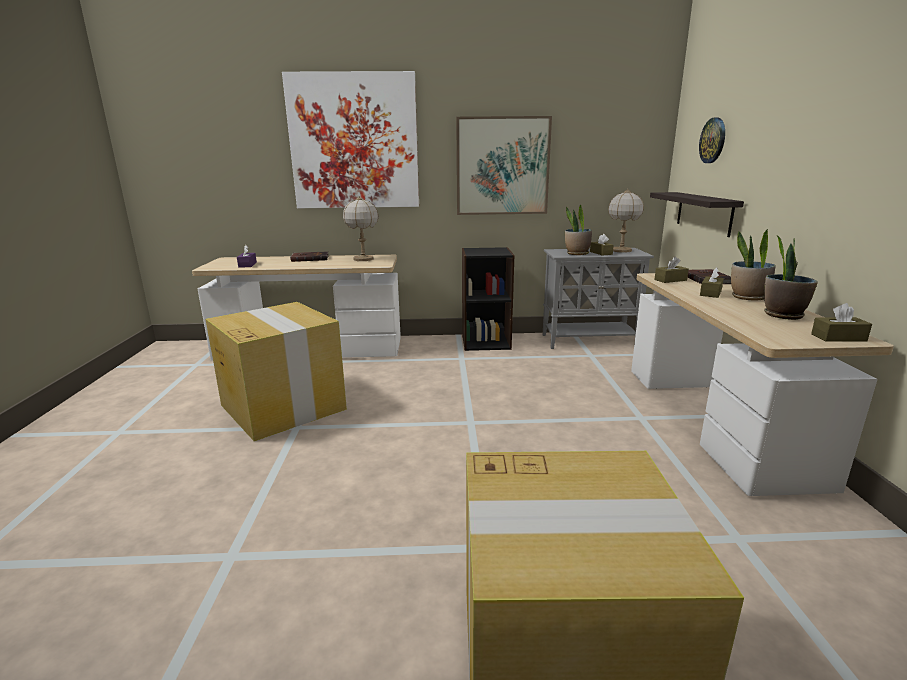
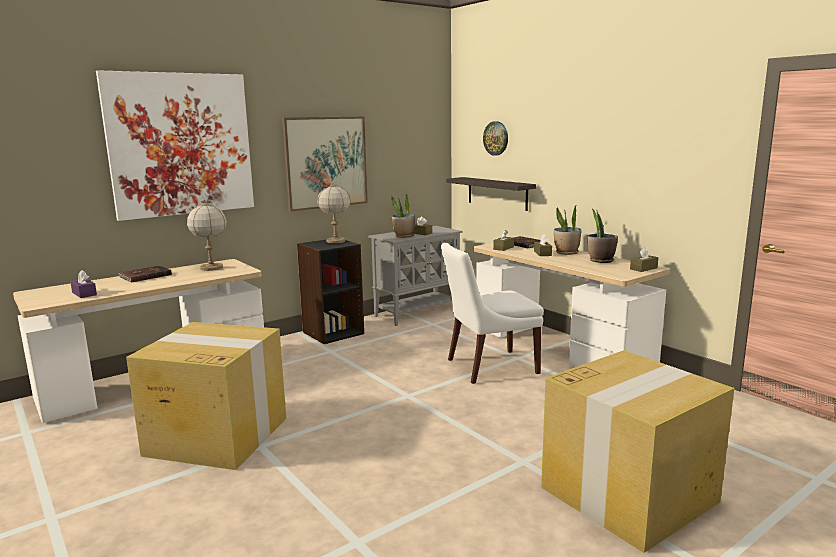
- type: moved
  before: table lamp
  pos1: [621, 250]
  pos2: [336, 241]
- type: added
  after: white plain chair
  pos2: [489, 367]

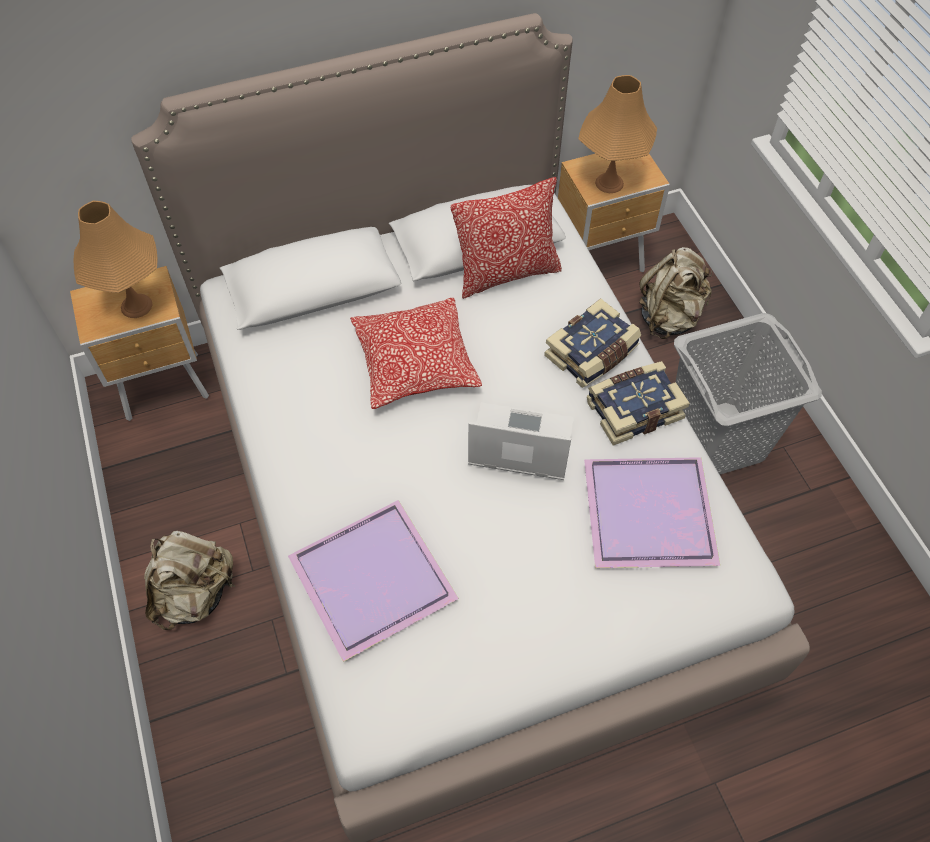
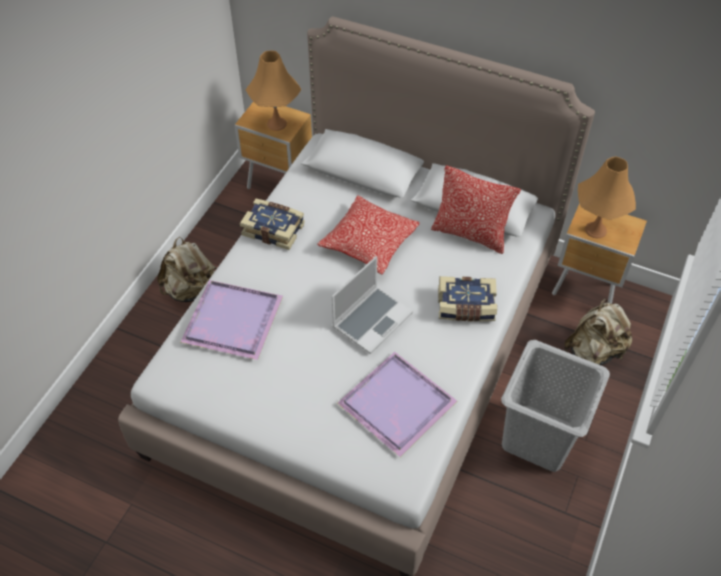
- type: moved
  before: book
  pos1: [633, 409]
  pos2: [274, 229]
- type: turned
  before: laptop
  pos1: [519, 444]
  pos2: [372, 319]
  turn: 75

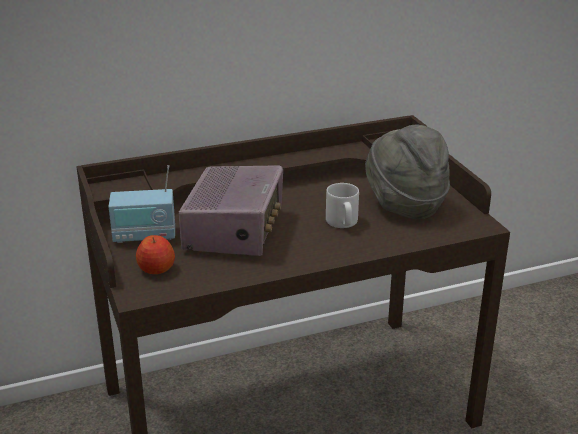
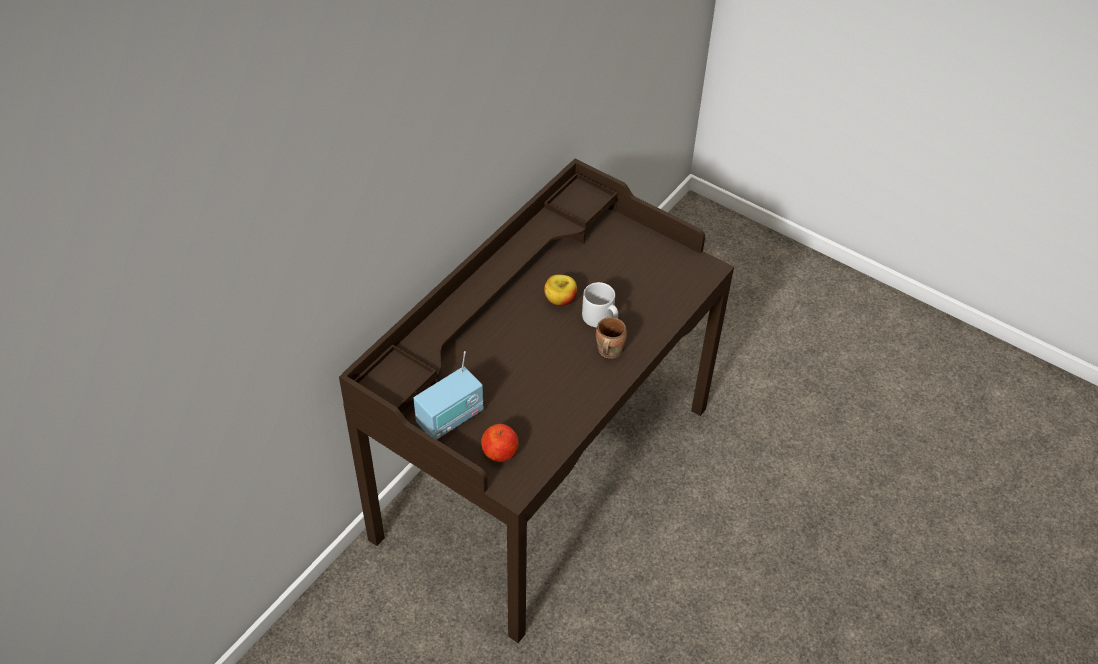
- type: added
  after: whole apple
  pos2: [560, 300]
- type: added
  after: brown-coloured mug
  pos2: [607, 351]
- type: removed
  before: radio set
  pos1: [235, 230]
- type: removed
  before: greyish hat
  pos1: [404, 205]

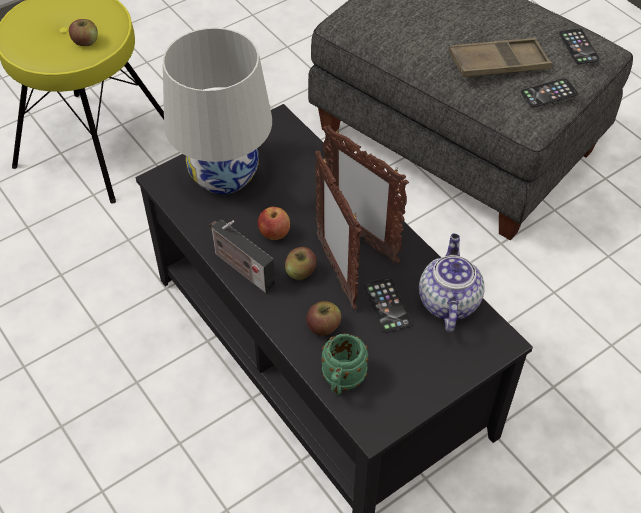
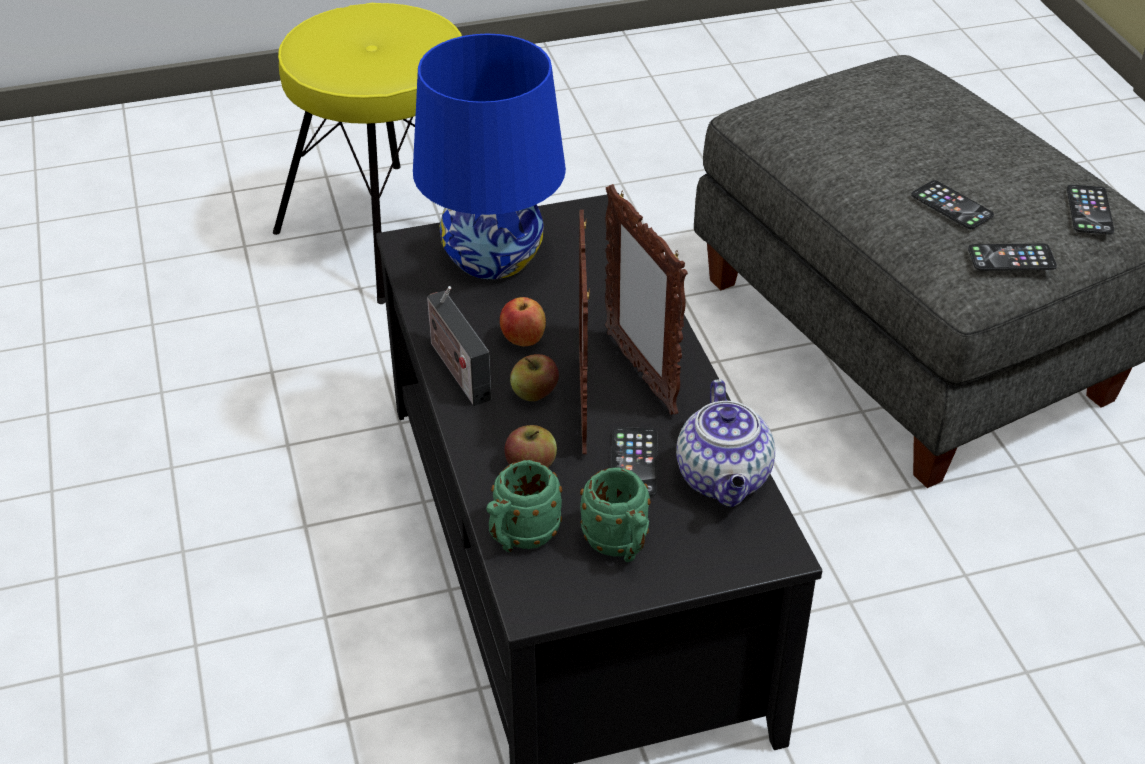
- type: recoloured
  before: white table lamp
  after: blue table lamp
  pos1: [223, 175]
  pos2: [492, 256]
- type: added
  after: greenish mug
  pos2: [619, 546]
- type: turned
  before: pot for tea
  pos1: [448, 301]
  pos2: [724, 480]
  turn: 150
- type: replaced
  before: brown-coloured tray
  after: handset
  pos1: [498, 64]
  pos2: [951, 206]
- type: removed
  before: whole apple
  pos1: [85, 42]

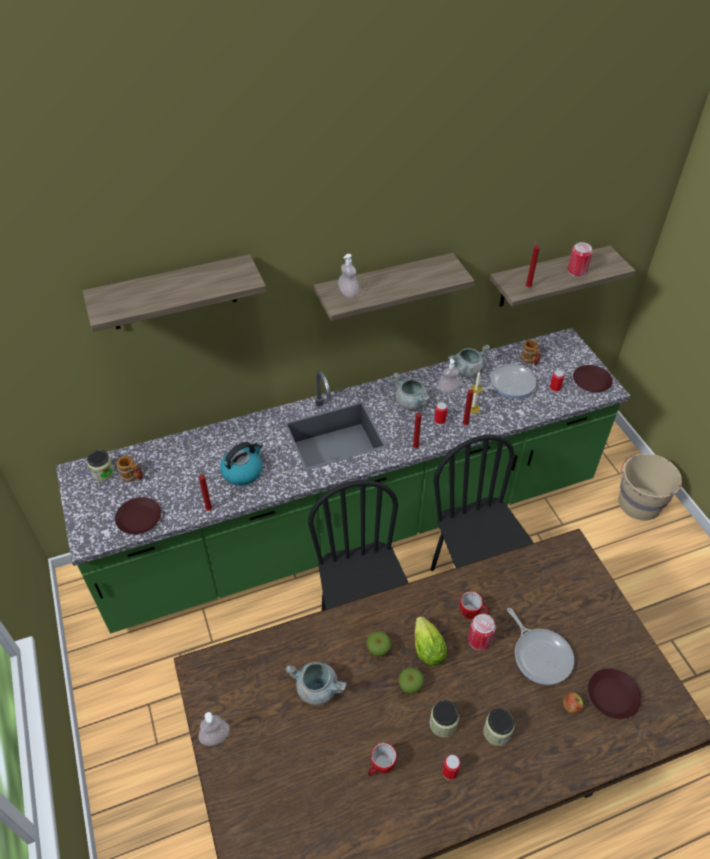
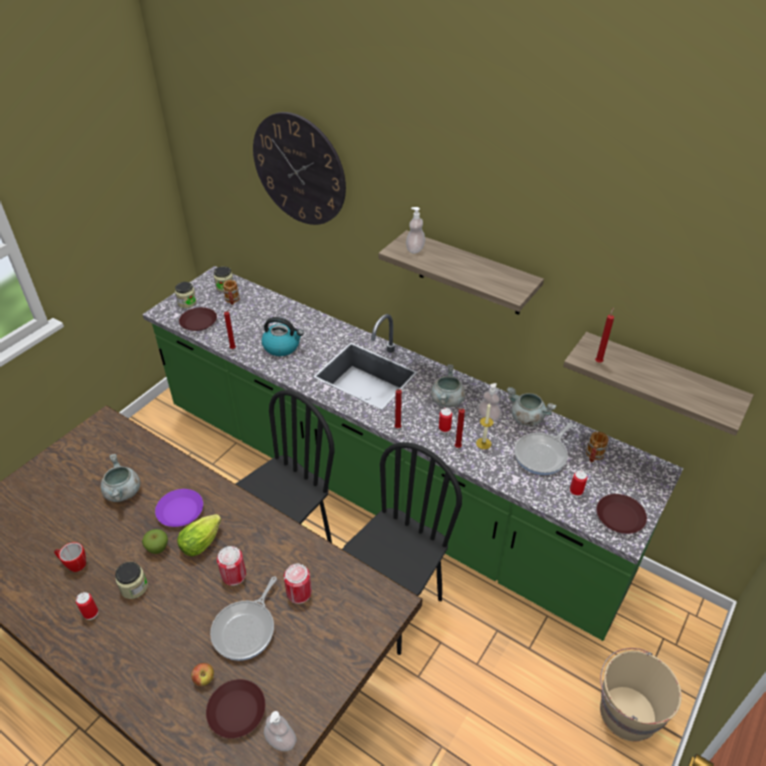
- type: replaced
  before: whole apple
  after: purple flat dish
  pos1: [378, 650]
  pos2: [180, 511]
- type: moved
  before: jar
  pos1: [497, 732]
  pos2: [187, 302]
- type: replaced
  before: shelf
  after: clock on the wall
  pos1: [173, 293]
  pos2: [299, 169]
- type: moved
  before: soap bottle
  pos1: [215, 737]
  pos2: [281, 740]
- type: moved
  before: sealed can
  pos1: [576, 271]
  pos2: [299, 592]
- type: turned
  before: frying pan
  pos1: [509, 384]
  pos2: [542, 455]
  turn: 105
- type: removed
  before: mug
  pos1: [472, 613]

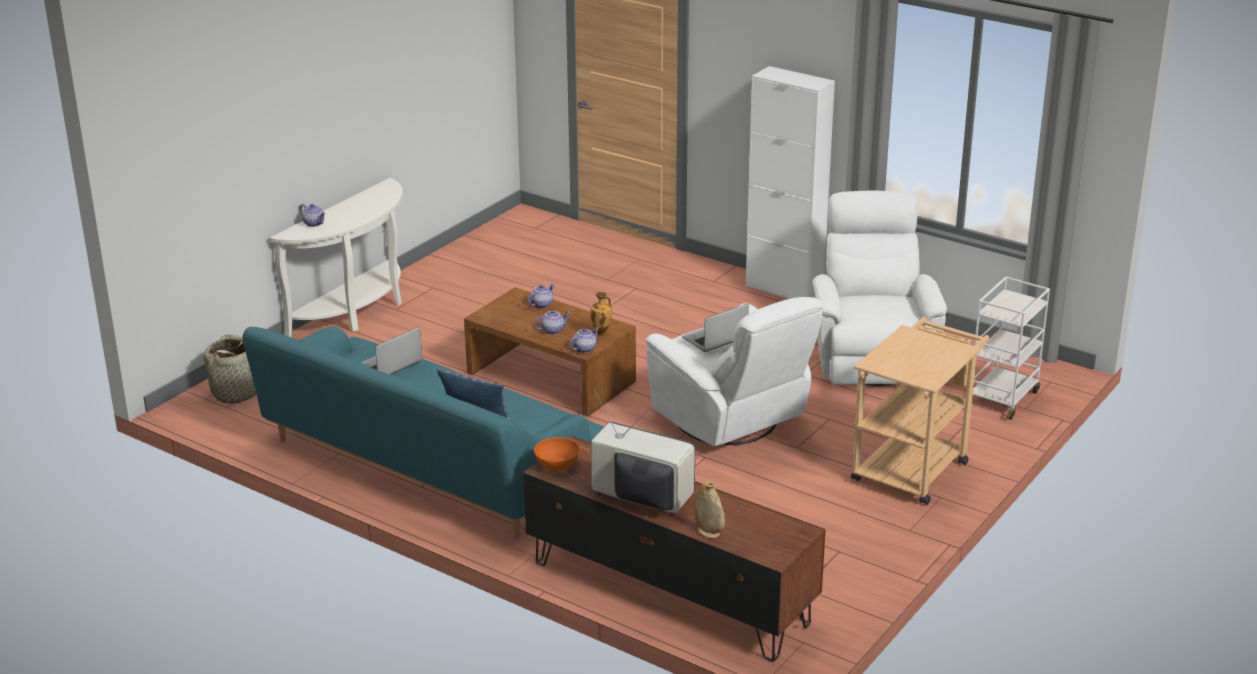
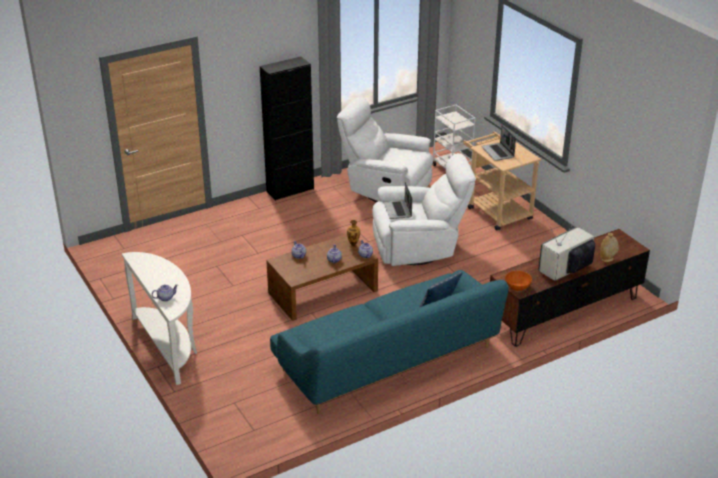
- type: recoloured
  before: white storage cabinet
  after: black storage cabinet
  pos1: [784, 289]
  pos2: [290, 190]
- type: moved
  before: laptop
  pos1: [388, 365]
  pos2: [498, 152]
- type: removed
  before: household basket
  pos1: [236, 392]

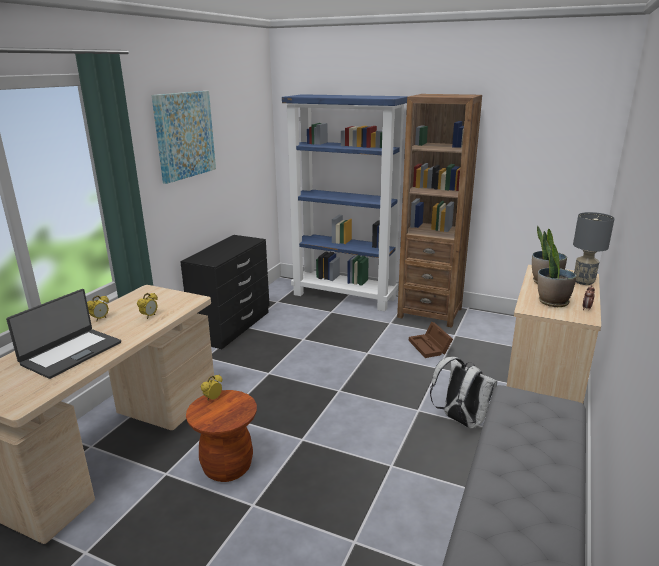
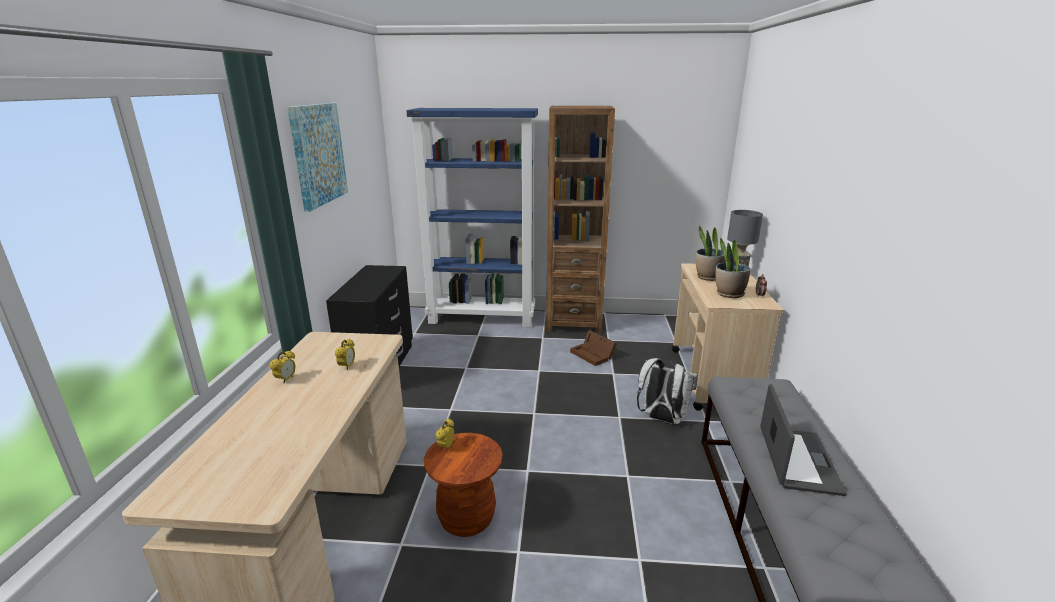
- type: moved
  before: laptop
  pos1: [71, 353]
  pos2: [797, 460]

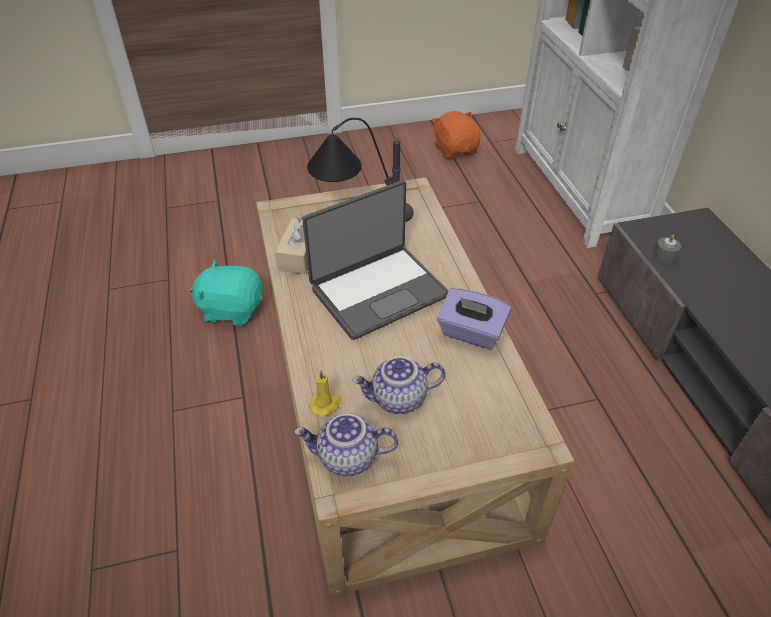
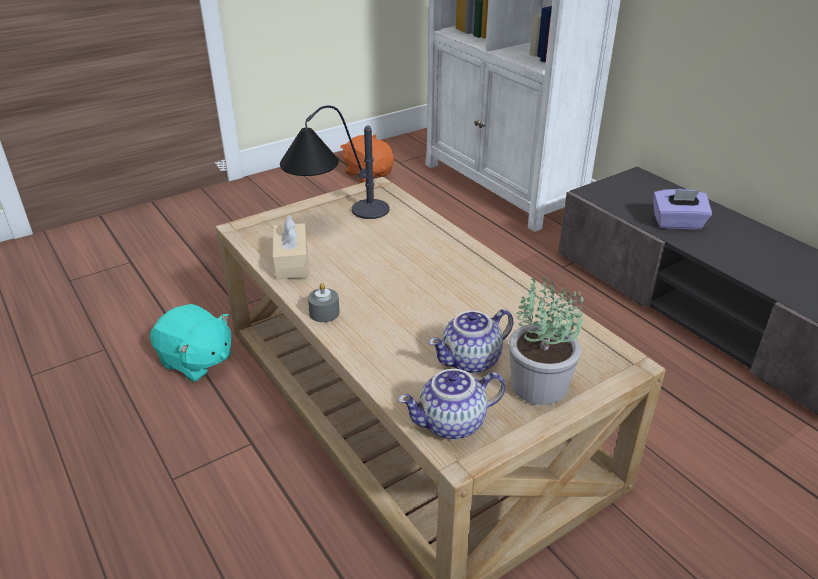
- type: turned
  before: turquoise-coloured plush toy
  pos1: [231, 309]
  pos2: [196, 361]
  turn: -135
- type: moved
  before: greyish wax candle
  pos1: [664, 255]
  pos2: [324, 313]
- type: added
  after: houseplant
  pos2: [539, 386]
- type: moved
  before: purple tissue box
  pos1: [471, 333]
  pos2: [677, 223]
- type: removed
  before: laptop
  pos1: [378, 291]
- type: removed
  before: yellow-coloured wax candle
  pos1: [326, 404]

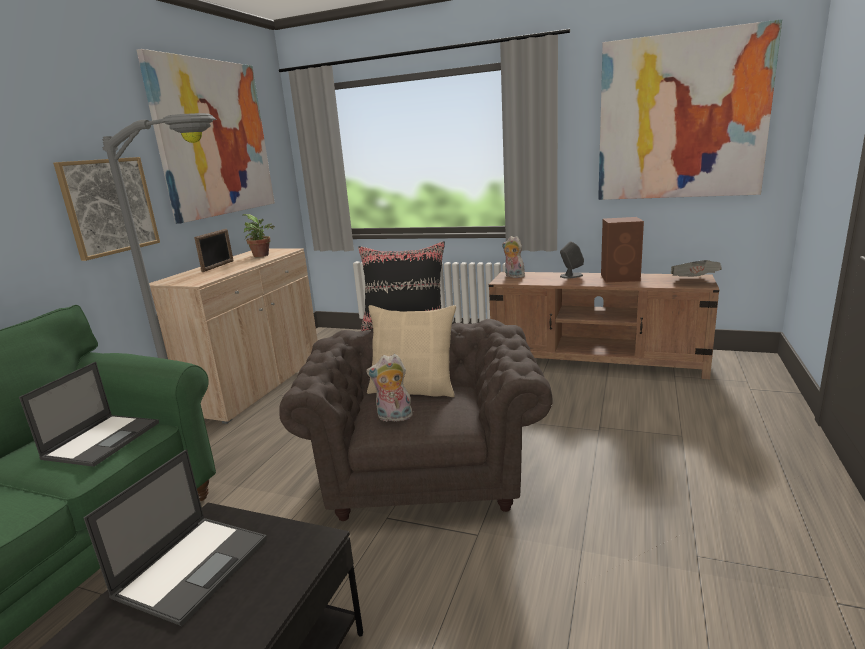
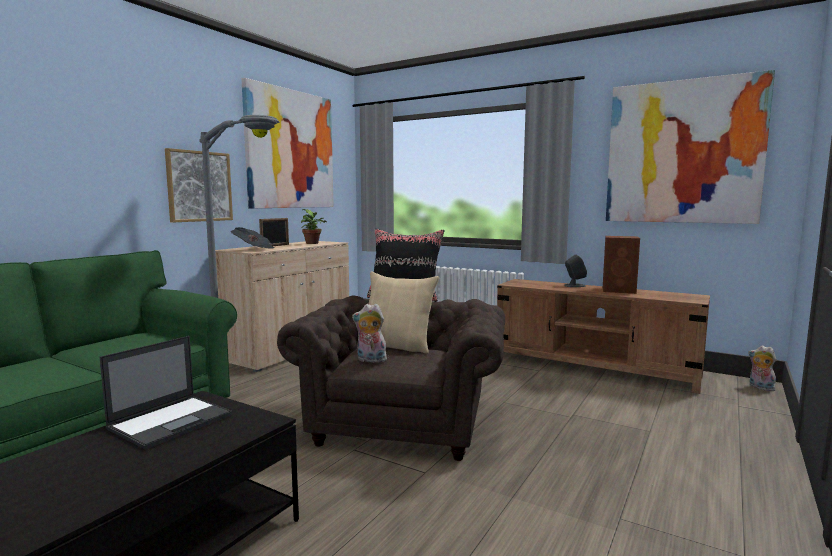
- type: moved
  before: daily paper
  pos1: [694, 282]
  pos2: [254, 250]
- type: moved
  before: plush toy
  pos1: [513, 276]
  pos2: [760, 388]
- type: removed
  before: laptop
  pos1: [103, 439]

